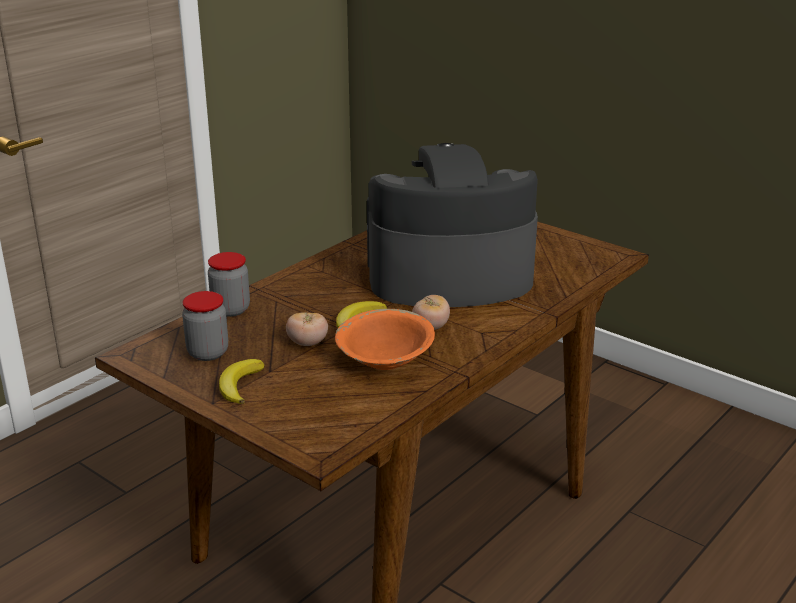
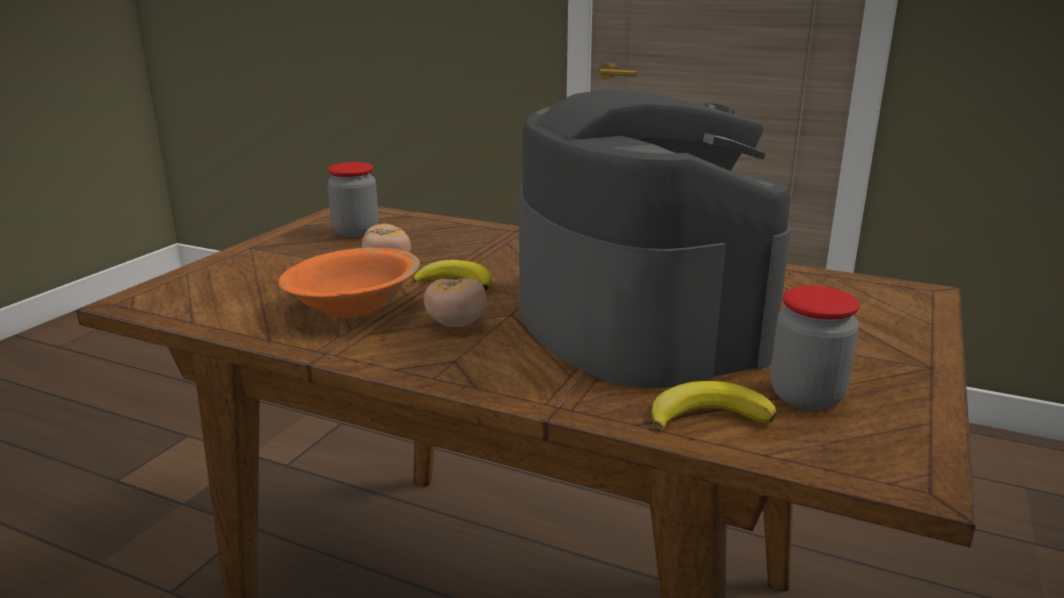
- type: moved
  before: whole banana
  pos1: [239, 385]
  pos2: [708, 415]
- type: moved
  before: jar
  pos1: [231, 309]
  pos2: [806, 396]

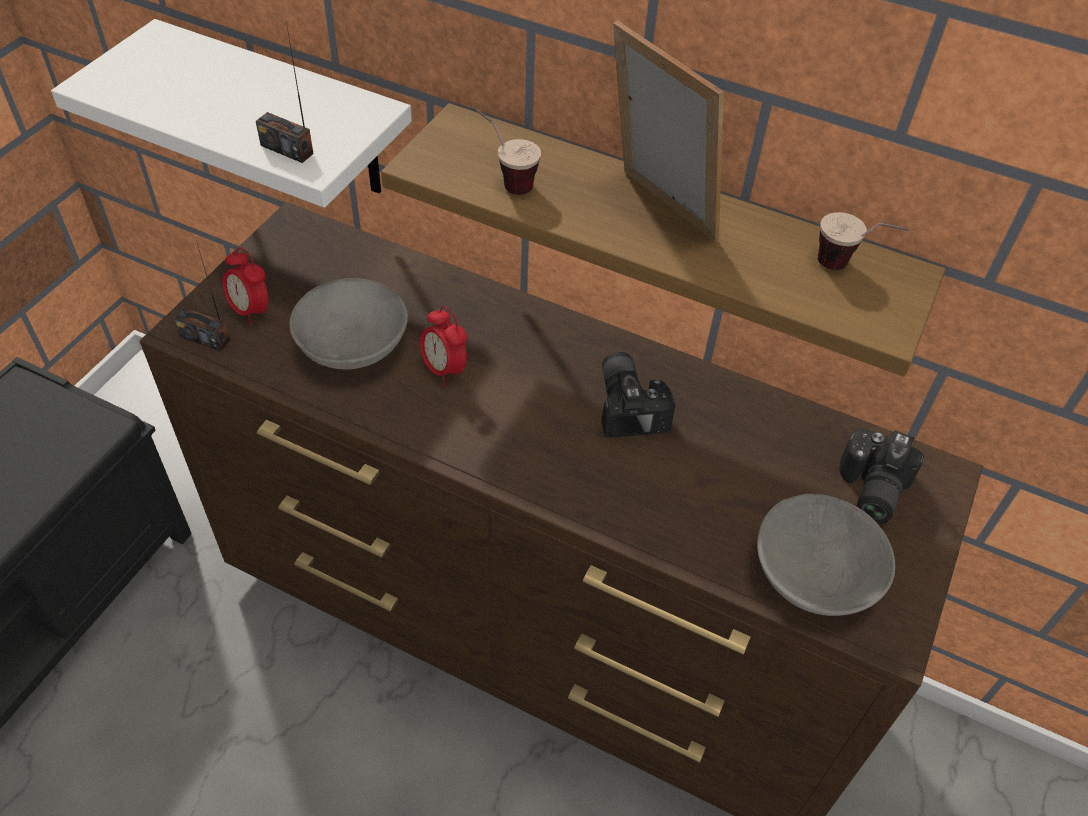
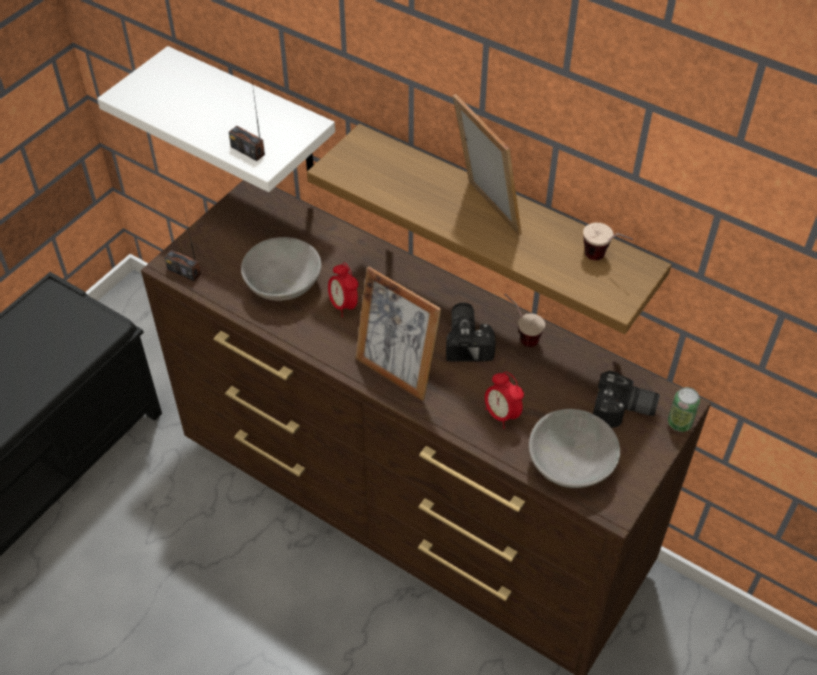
- type: added
  after: photo frame
  pos2: [396, 371]
- type: moved
  before: alarm clock
  pos1: [251, 311]
  pos2: [501, 414]
- type: moved
  before: drinking cup
  pos1: [504, 180]
  pos2: [520, 335]
- type: turned
  before: photo camera
  pos1: [868, 489]
  pos2: [623, 411]
  turn: -105
- type: added
  after: sealed can
  pos2: [679, 423]

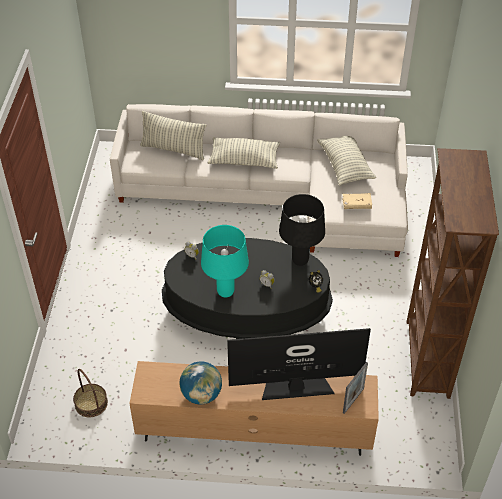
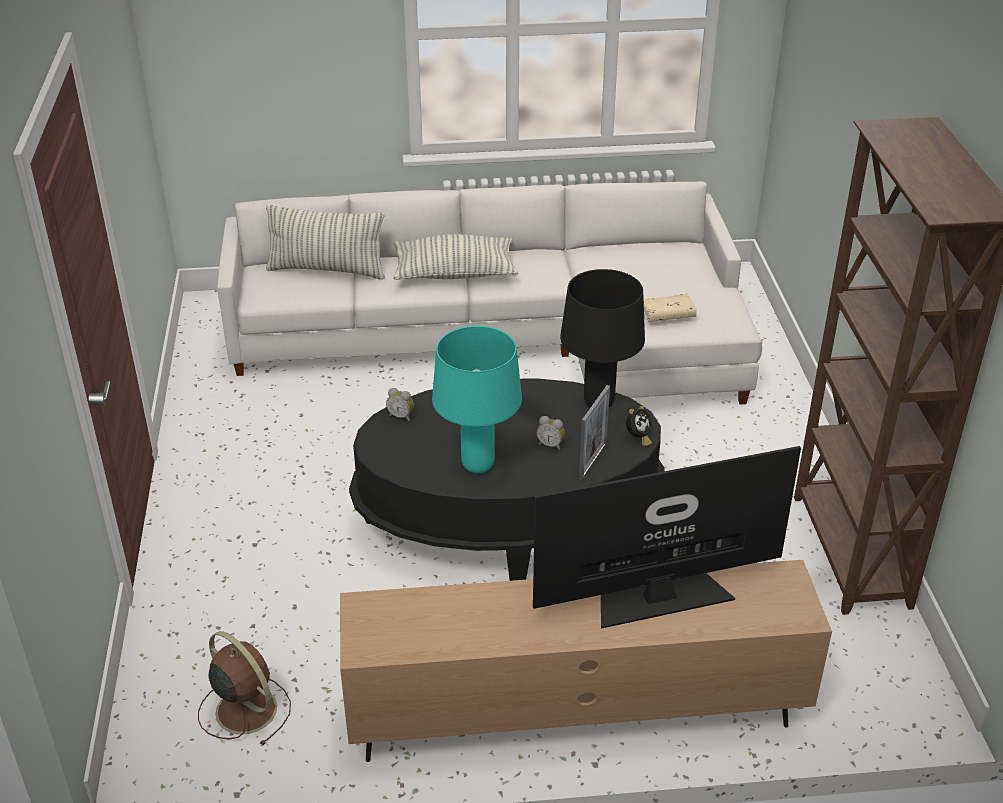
- type: replaced
  before: household basket
  after: brown-coloured fan
  pos1: [91, 403]
  pos2: [244, 708]
- type: moved
  before: photo frame
  pos1: [353, 400]
  pos2: [593, 462]
- type: removed
  before: world globe
  pos1: [201, 394]
- type: removed
  before: cushion
  pos1: [345, 166]

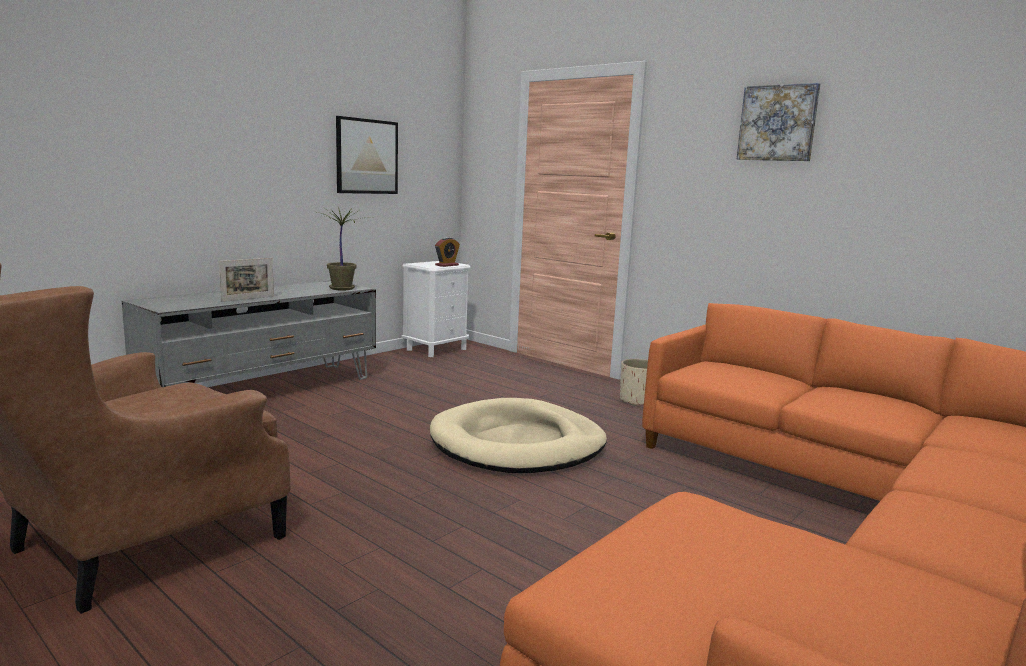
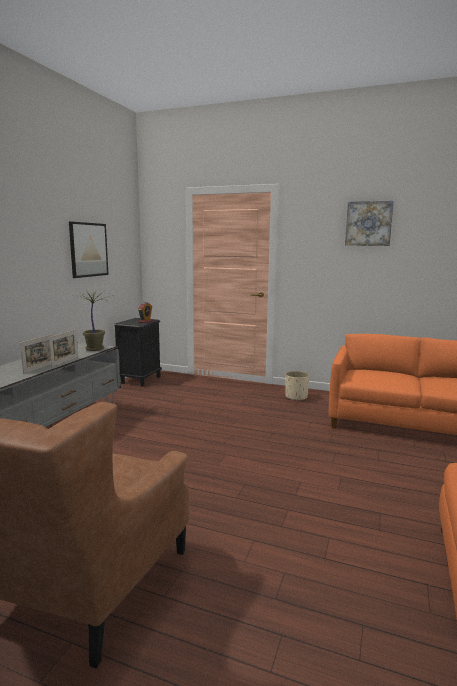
- type: added
  after: photo frame
  pos2: [65, 361]
- type: recoloured
  before: white nightstand
  after: black nightstand
  pos1: [436, 349]
  pos2: [140, 380]
- type: removed
  before: sand-coloured dog cushion
  pos1: [518, 444]

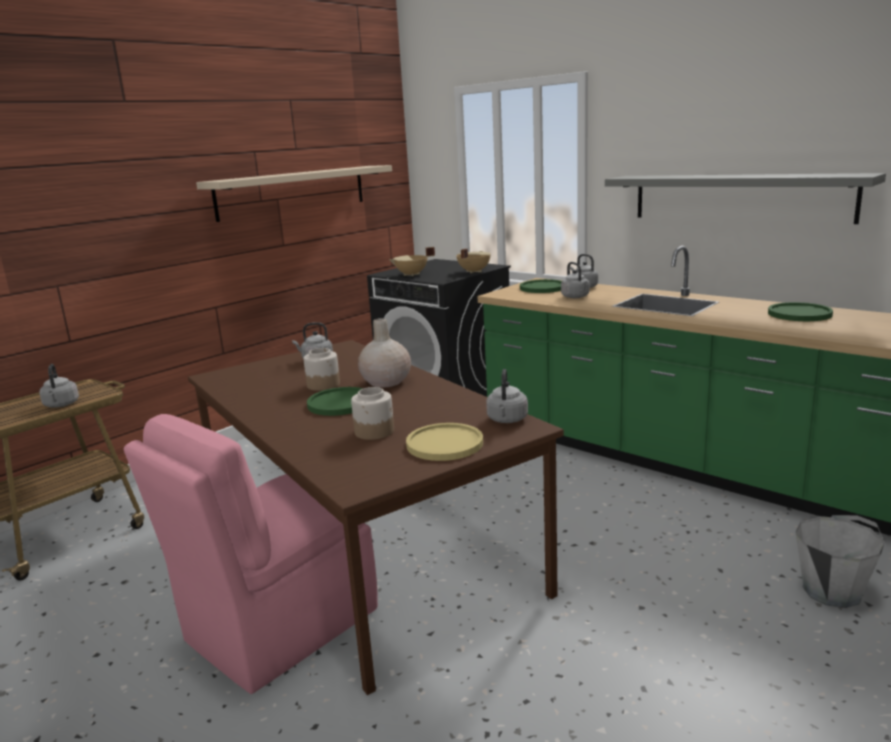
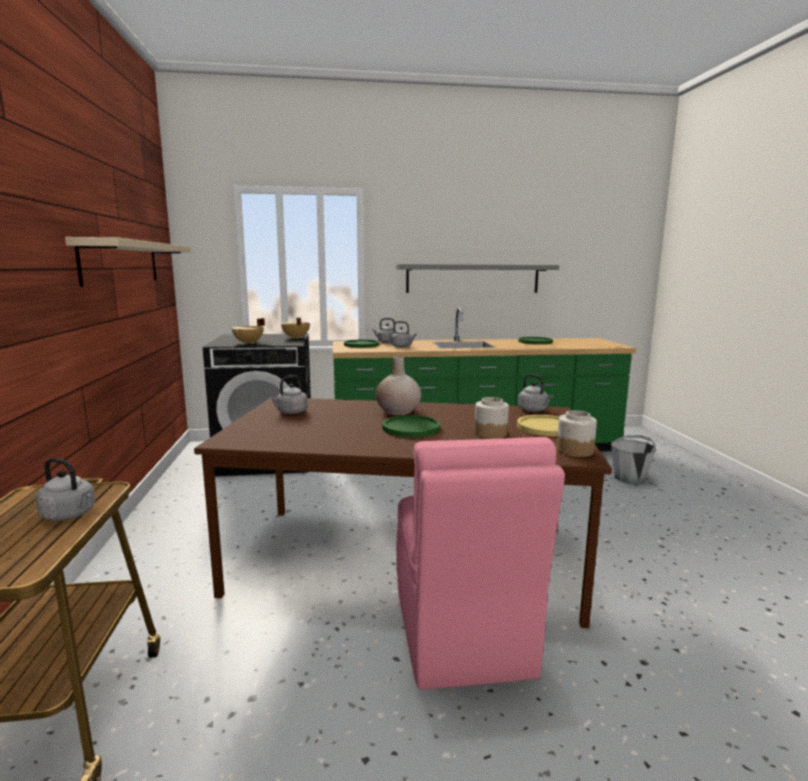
- type: moved
  before: jar
  pos1: [323, 385]
  pos2: [574, 451]

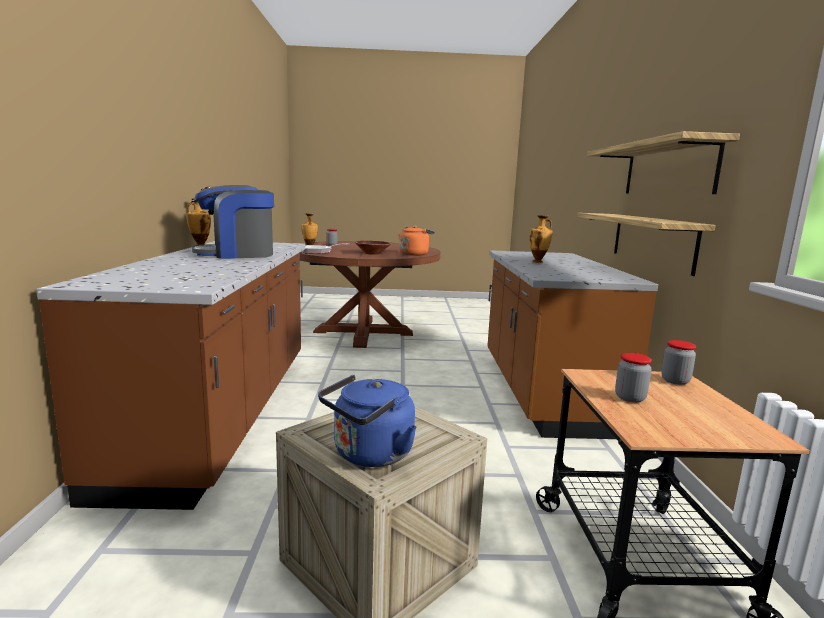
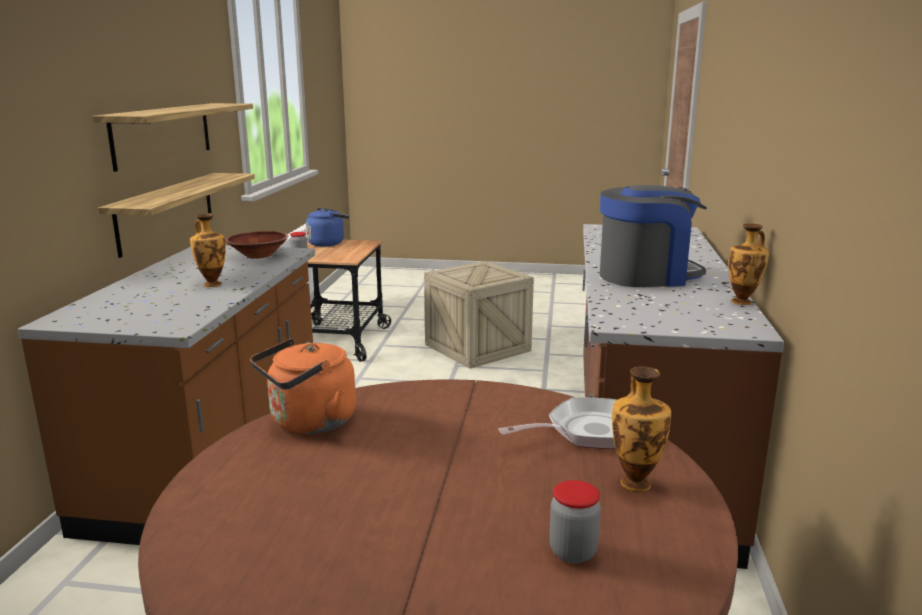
- type: moved
  before: brown-coloured serving bowl
  pos1: [372, 253]
  pos2: [259, 256]
- type: moved
  before: blue tea kettle
  pos1: [369, 455]
  pos2: [328, 243]
- type: removed
  before: jar
  pos1: [630, 398]

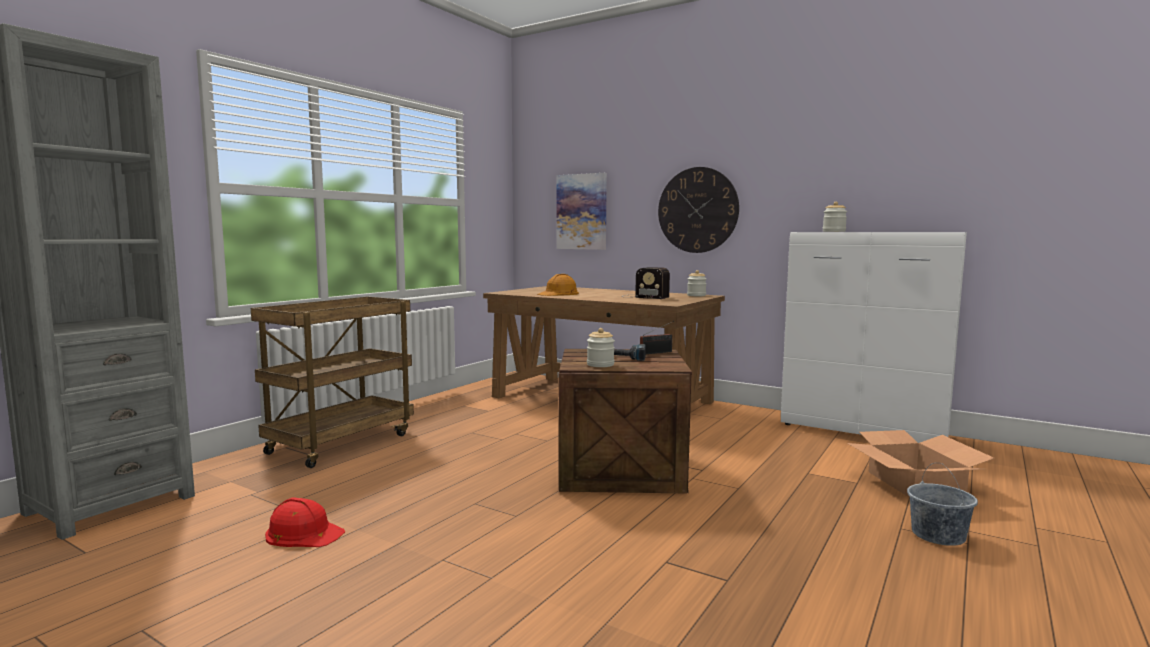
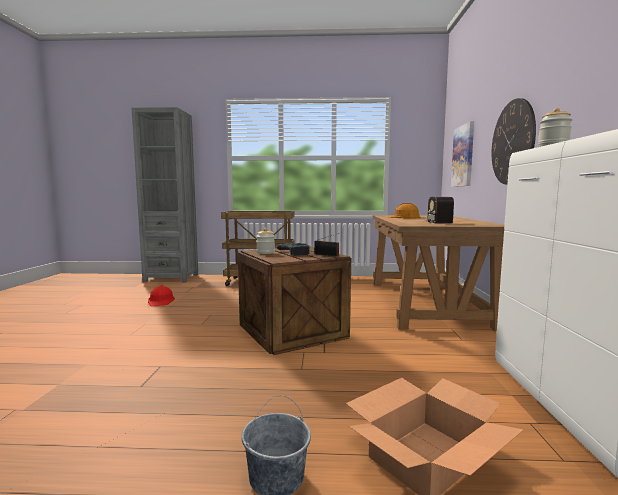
- type: removed
  before: jar
  pos1: [696, 295]

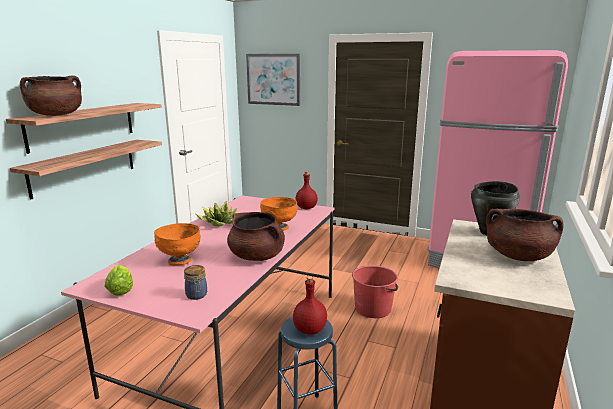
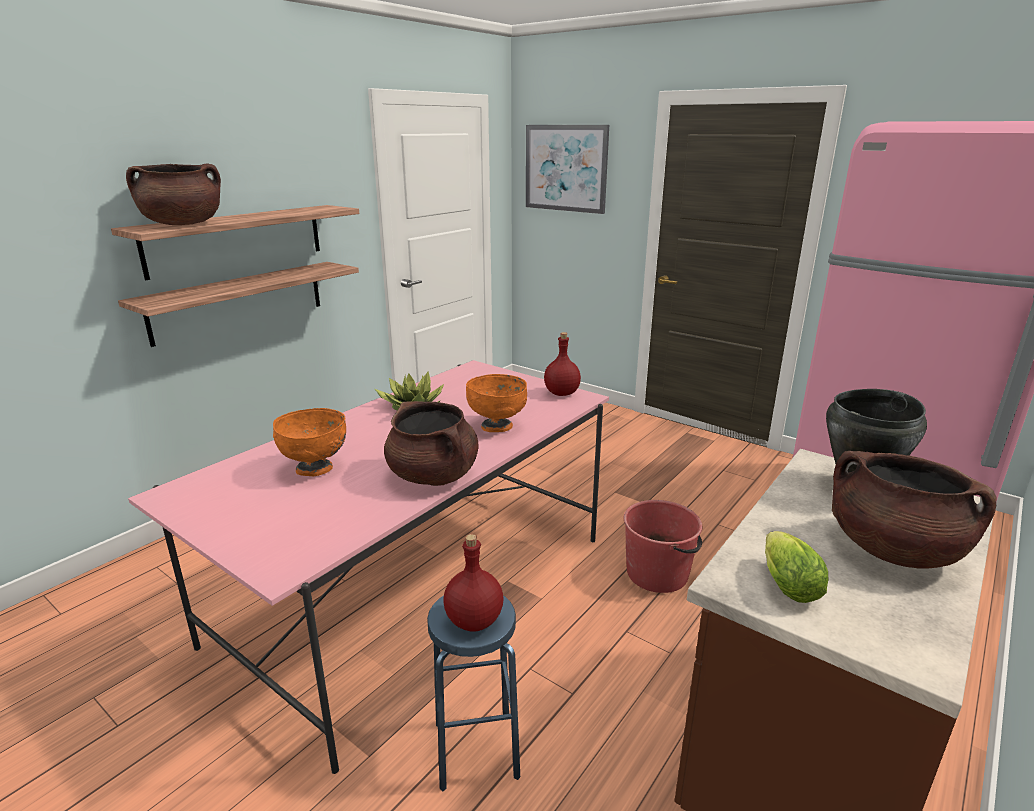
- type: moved
  before: lettuce
  pos1: [121, 289]
  pos2: [785, 583]
- type: removed
  before: jar
  pos1: [197, 295]

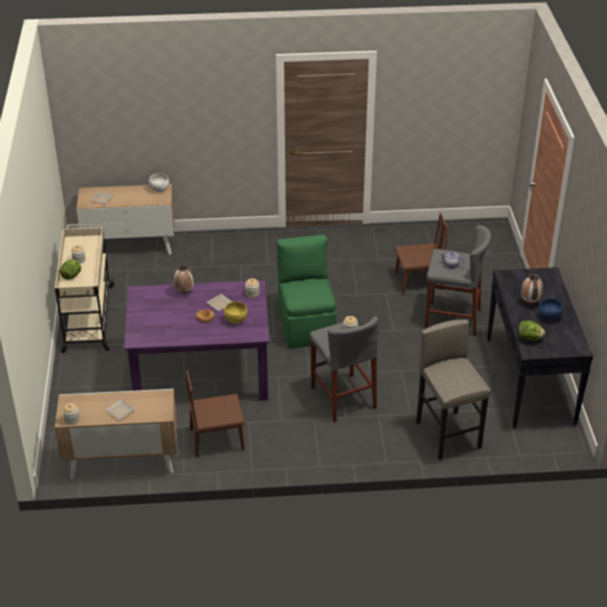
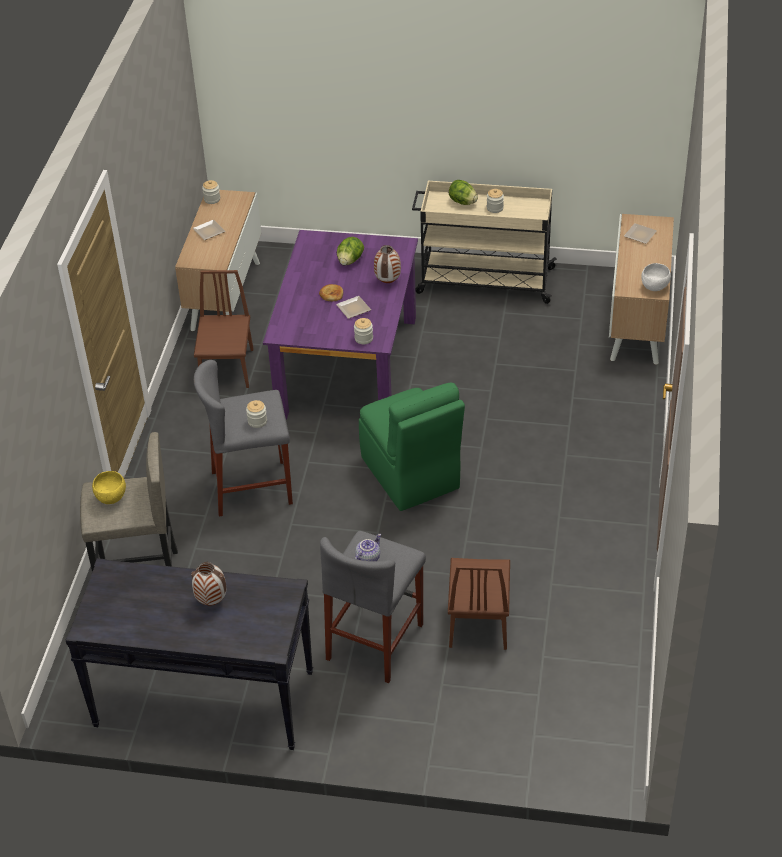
- type: moved
  before: yellow-coloured serving bowl
  pos1: [235, 320]
  pos2: [111, 497]
- type: moved
  before: lettuce
  pos1: [529, 338]
  pos2: [350, 261]
- type: turned
  before: greenish plain chair
  pos1: [306, 325]
  pos2: [411, 475]
  turn: 60
- type: removed
  before: blue serving bowl
  pos1: [549, 317]

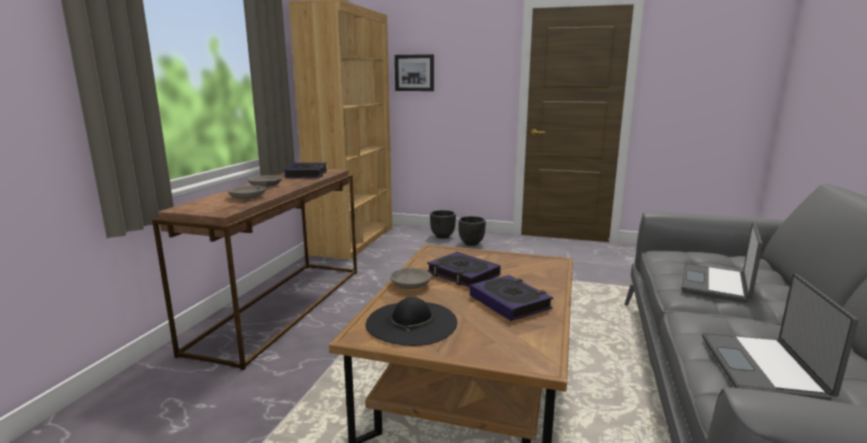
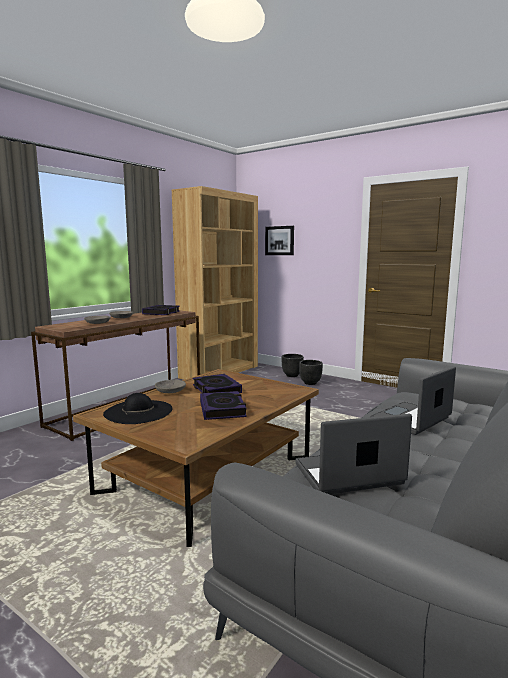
- type: turned
  before: laptop
  pos1: [764, 368]
  pos2: [349, 475]
  turn: 45

